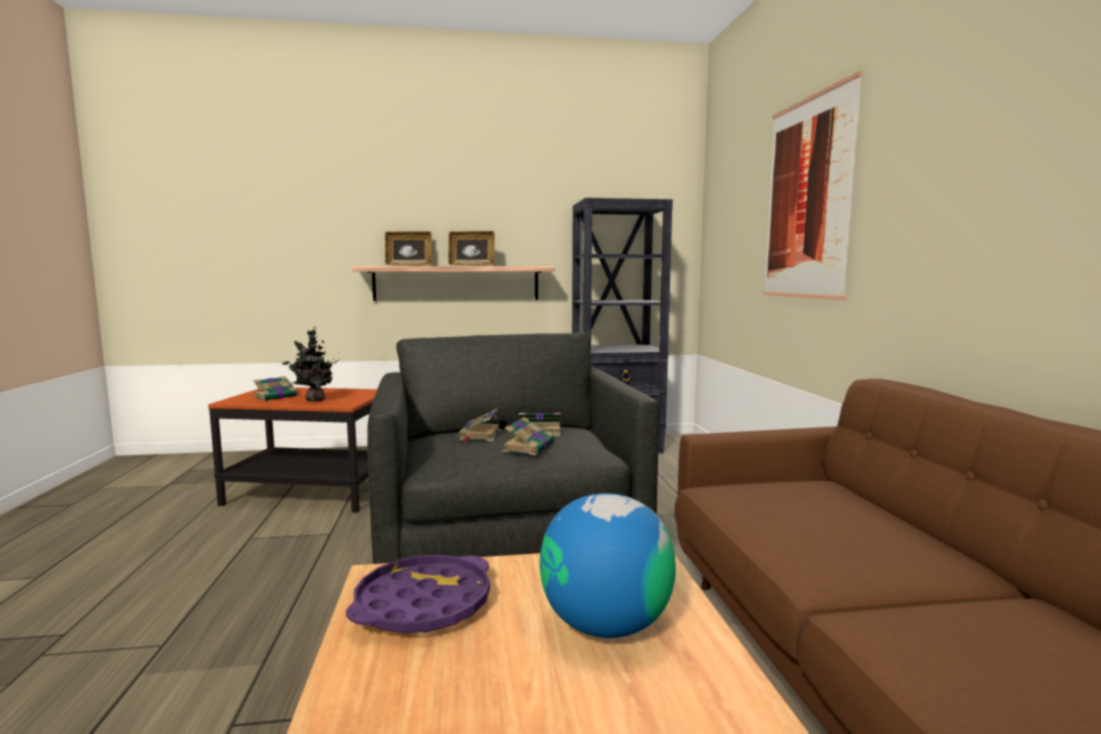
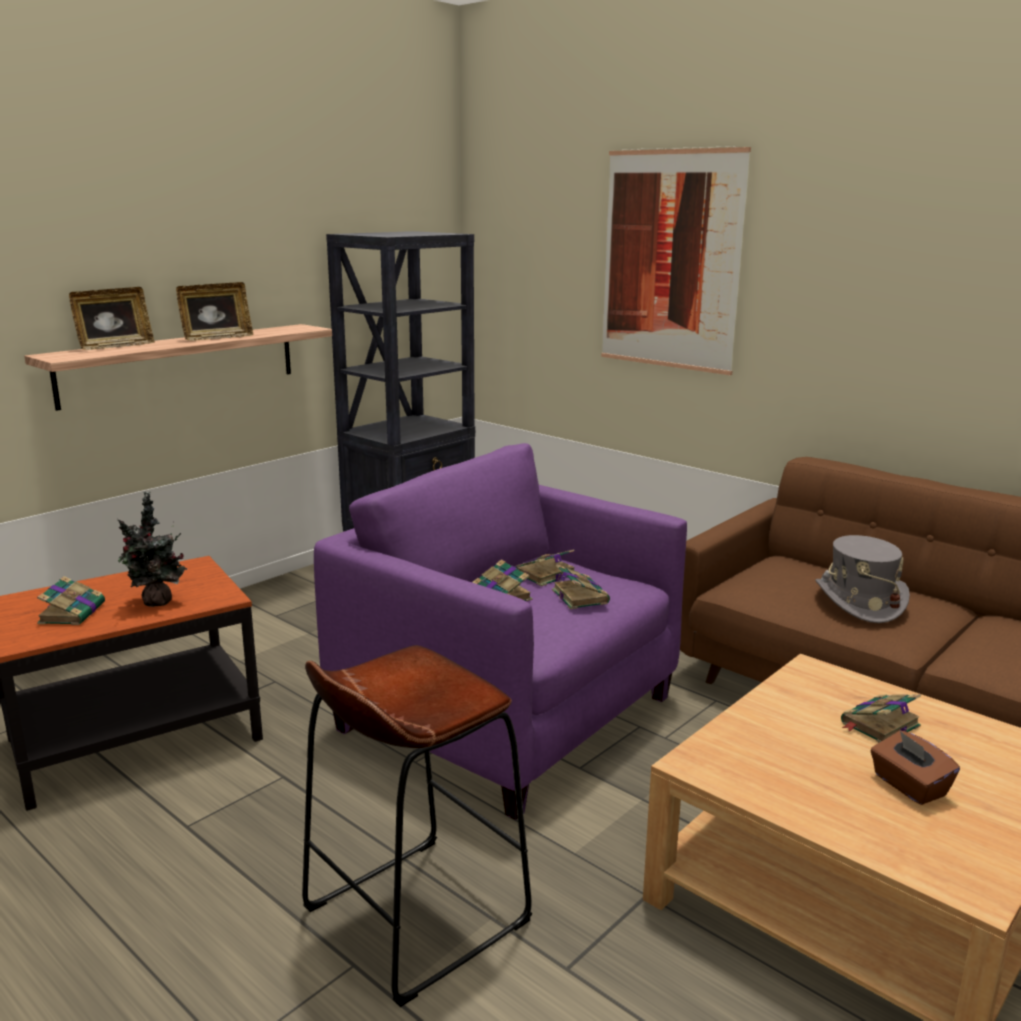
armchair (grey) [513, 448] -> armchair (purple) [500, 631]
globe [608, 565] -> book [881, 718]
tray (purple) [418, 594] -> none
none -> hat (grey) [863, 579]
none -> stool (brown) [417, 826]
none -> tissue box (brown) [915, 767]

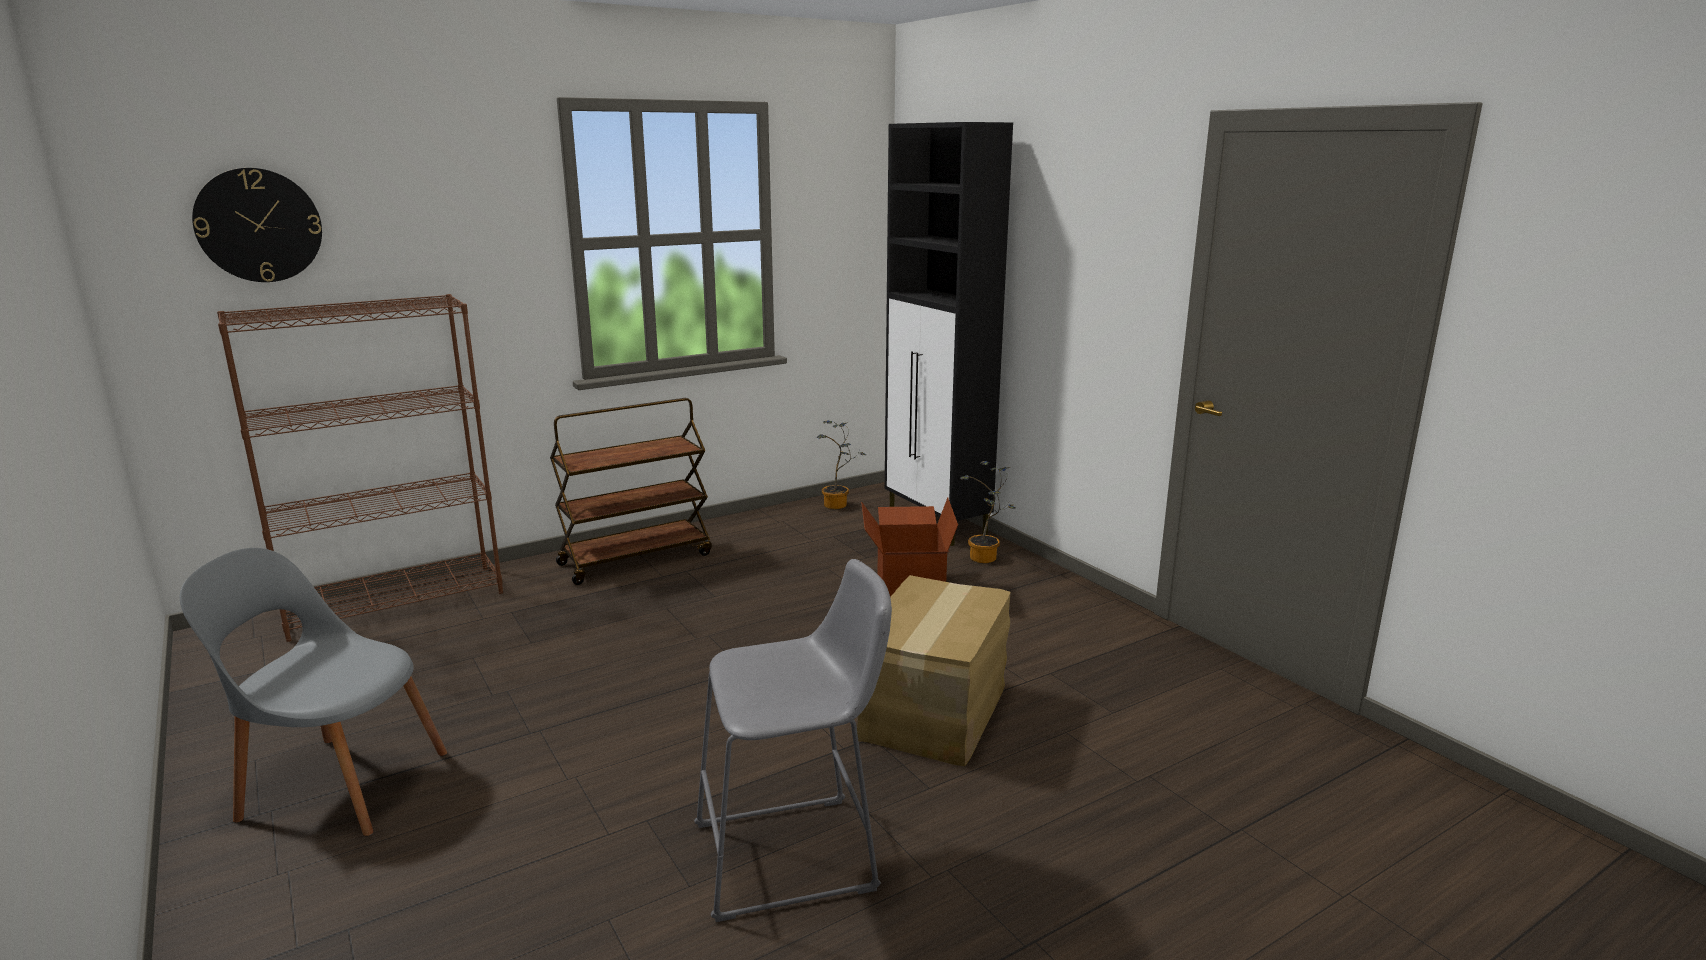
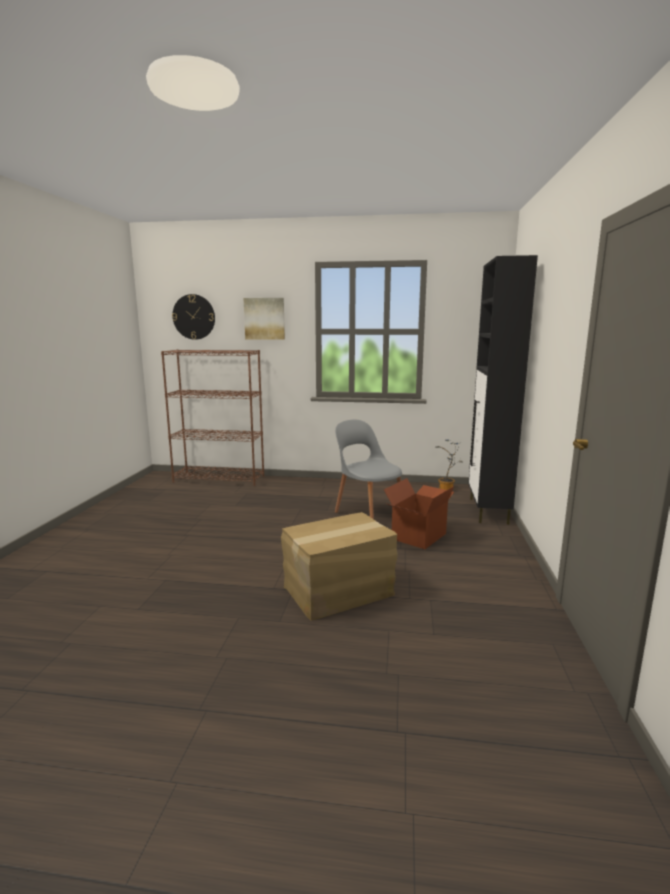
cart (brown) [631, 491] -> none
potted plant [987, 512] -> none
chair (grey) [313, 692] -> chair (grey) [368, 469], shifted
stool (grey) [793, 740] -> none
none -> picture [264, 319]

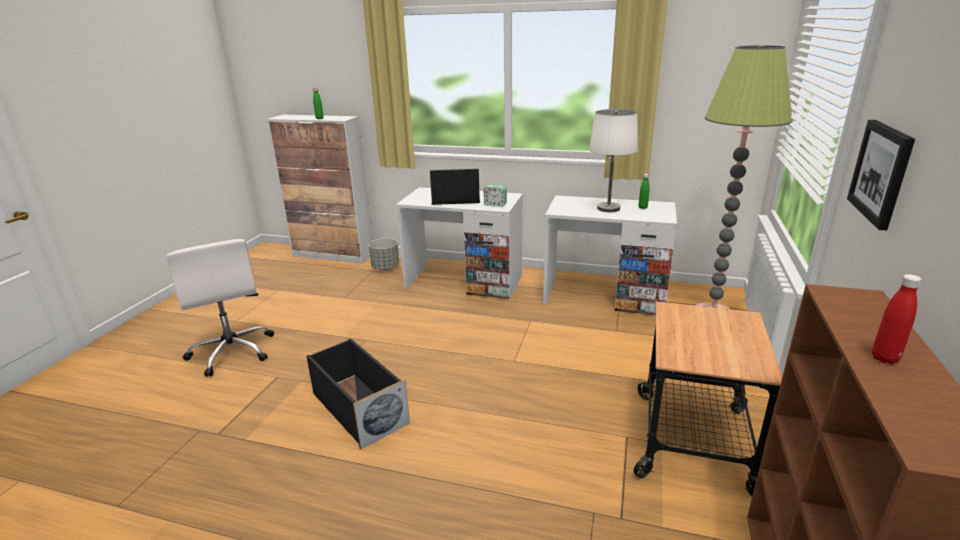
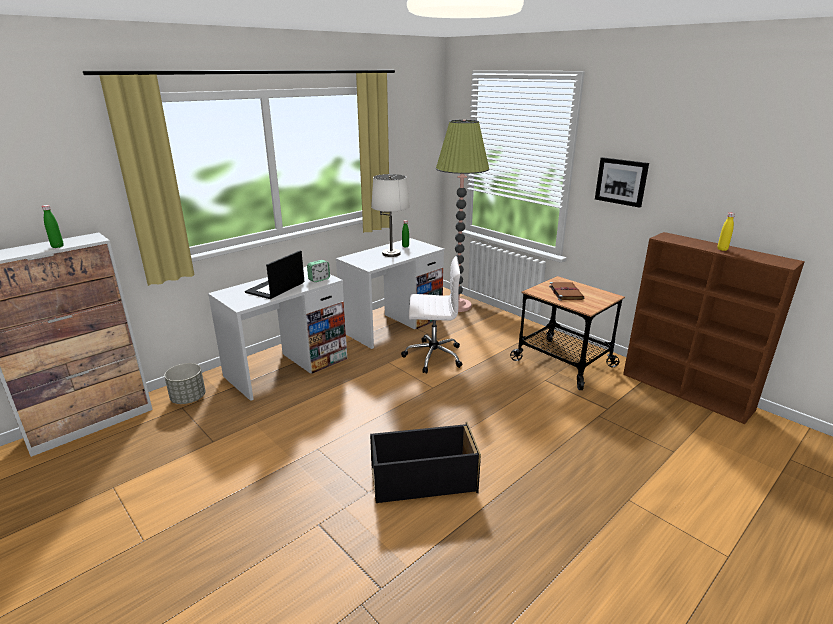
office chair (white) [220, 307] -> office chair (white) [431, 315], shifted
bottle (red) [897, 319] -> bottle (yellow) [726, 232]
none -> book (brown) [566, 291]

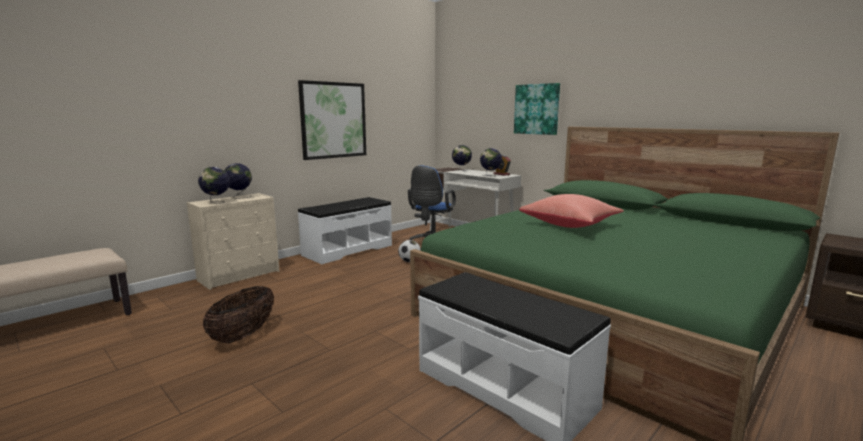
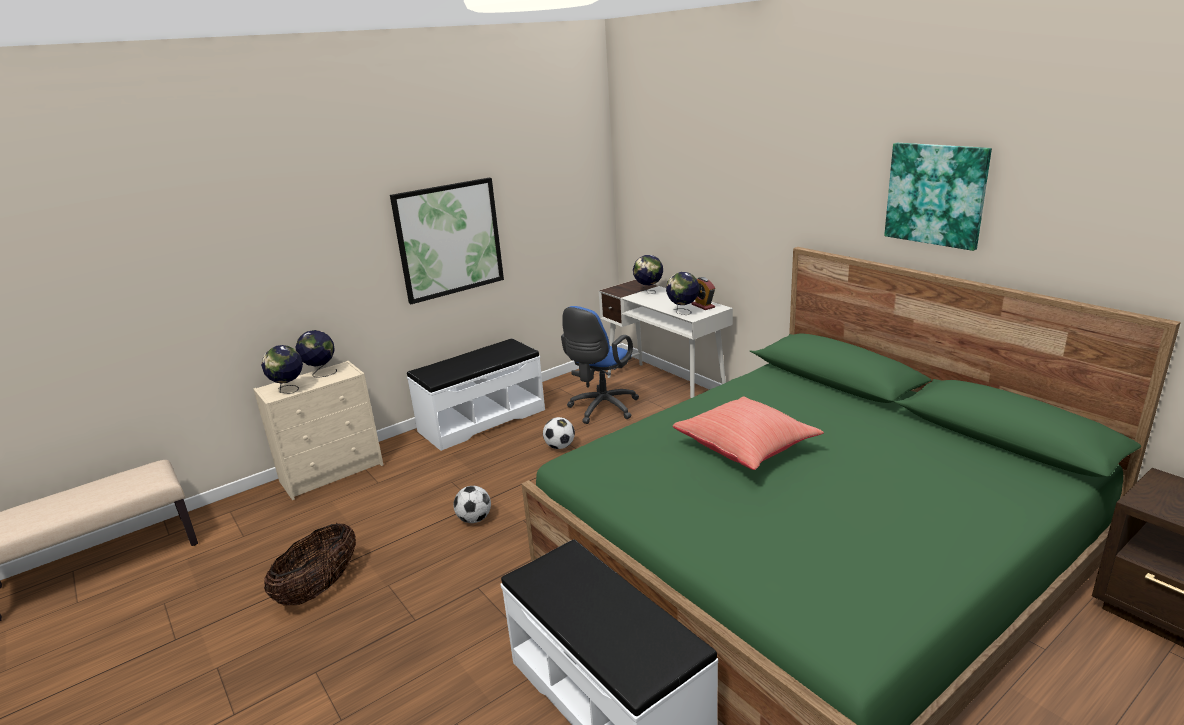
picture [537, 109] -> picture [938, 197], shifted
none -> football [472, 504]

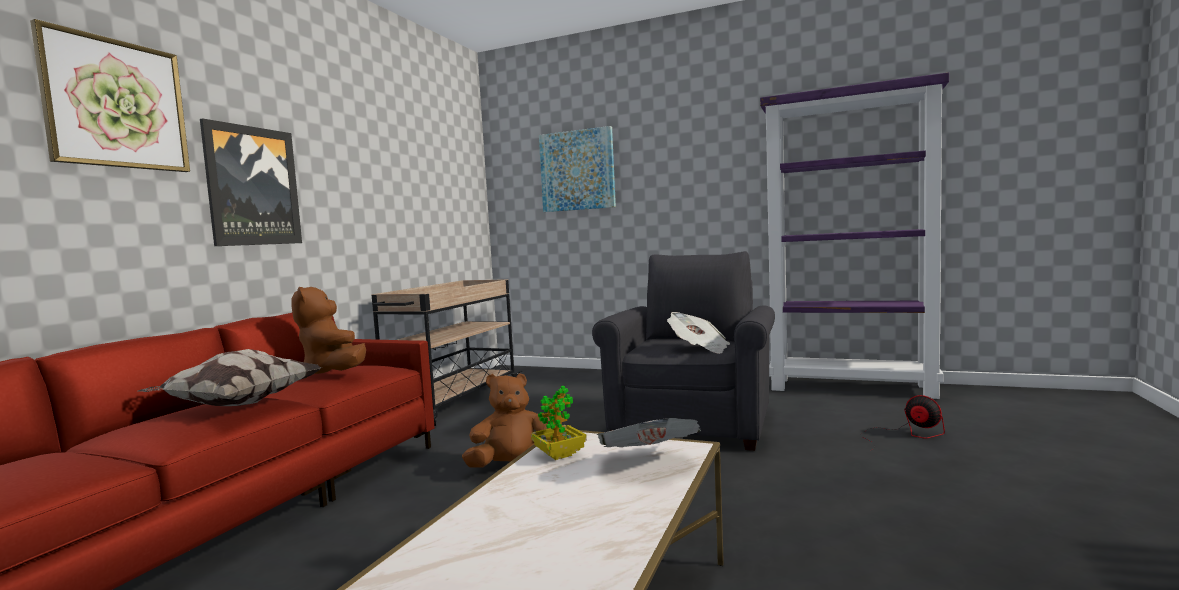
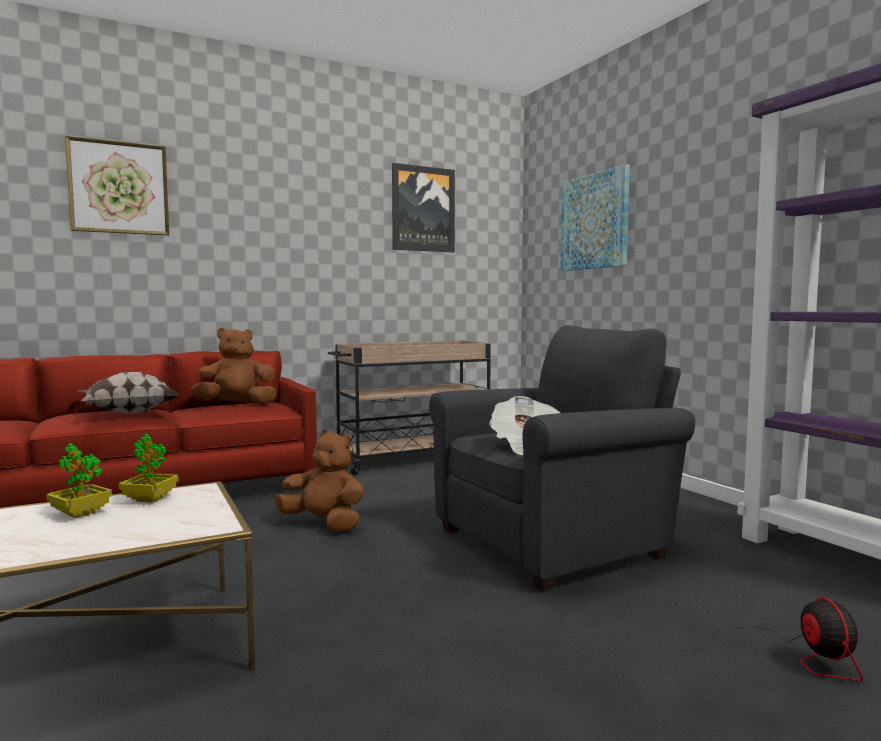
picture [251, 182] -> picture [423, 207], shifted
plush toy (brown) [329, 332] -> plush toy (brown) [234, 366], 60 degrees clockwise
newspaper [649, 432] -> none
none -> potted plant [79, 481]

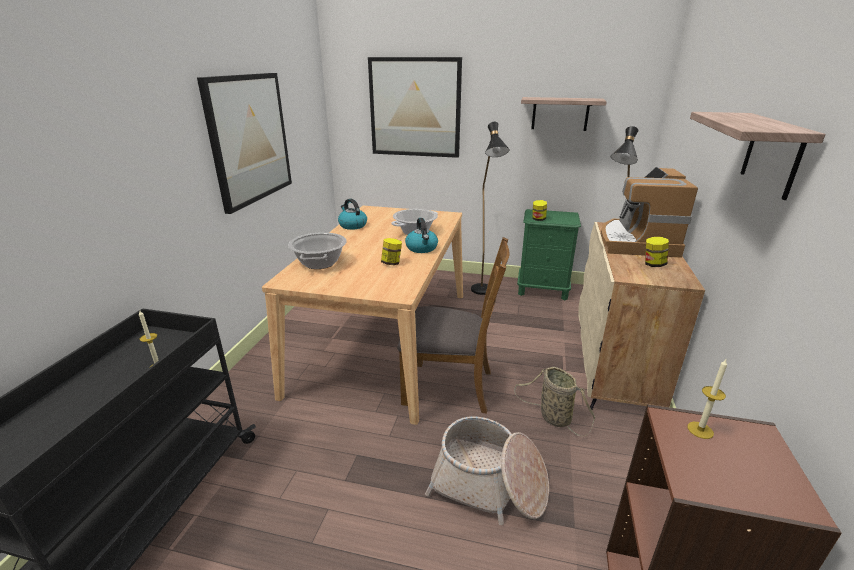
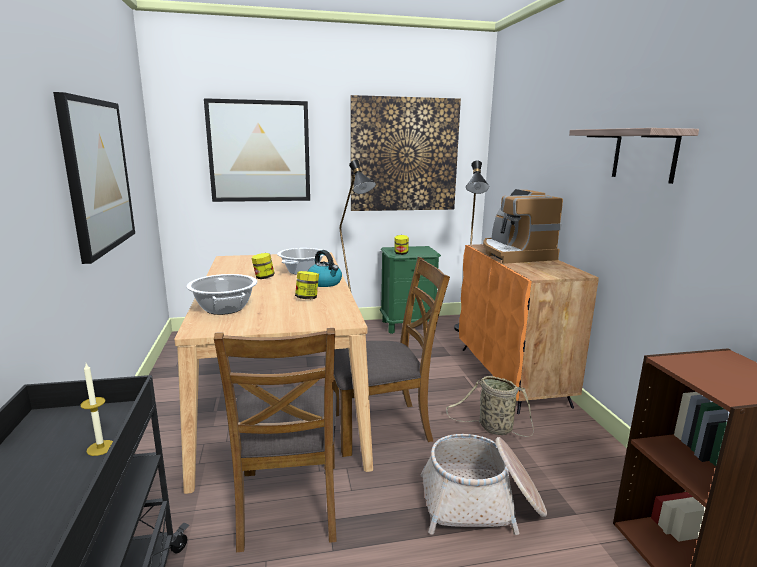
shelf [564, 114] -> picture [405, 153]
kettle [352, 214] -> none
cabinet (beige) [641, 315] -> cabinet (orange) [529, 329]
jar [657, 252] -> jar [263, 266], shifted
candle [707, 399] -> none
none -> chair (brown) [275, 440]

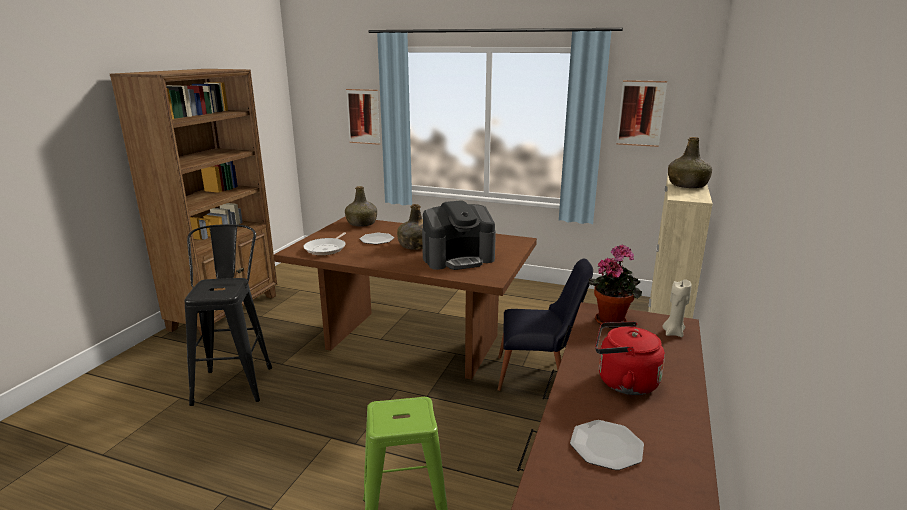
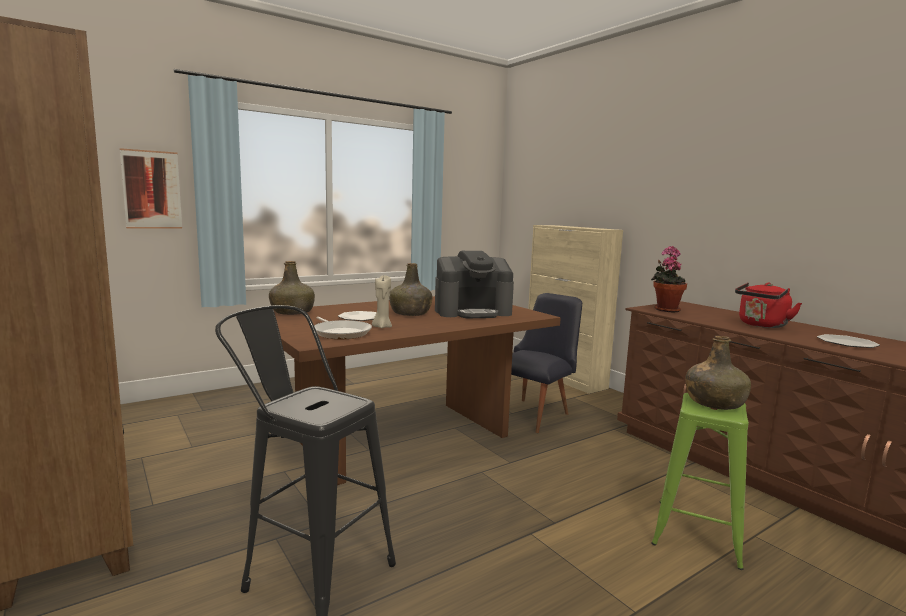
picture [641, 113] -> none
bottle (green) [690, 162] -> bottle (green) [718, 373], shifted
coffee machine [459, 235] -> coffee machine [474, 284], 60 degrees clockwise
candle (beige) [677, 308] -> candle (beige) [382, 301], shifted

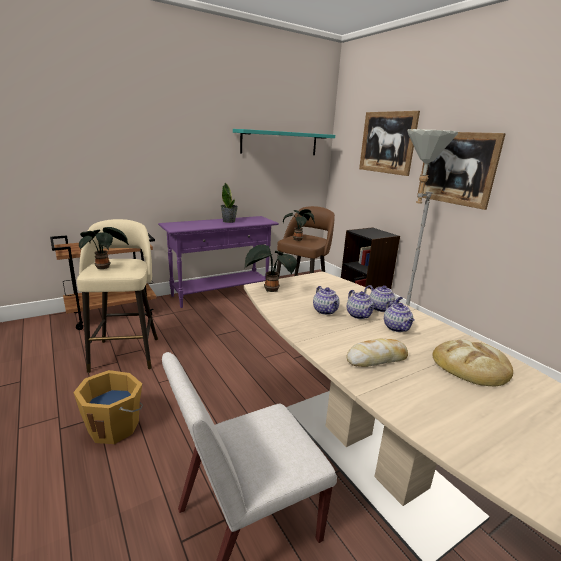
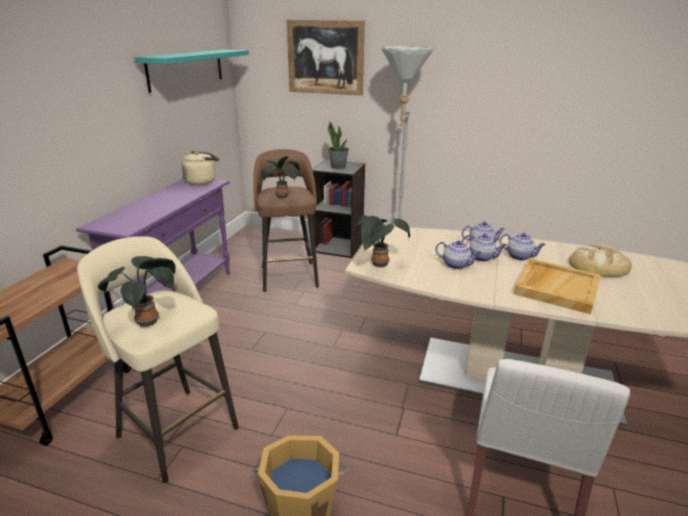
picture [461, 171] -> none
potted plant [229, 202] -> potted plant [338, 145], shifted
bread [377, 352] -> tray (beige) [557, 286]
none -> kettle (beige) [200, 168]

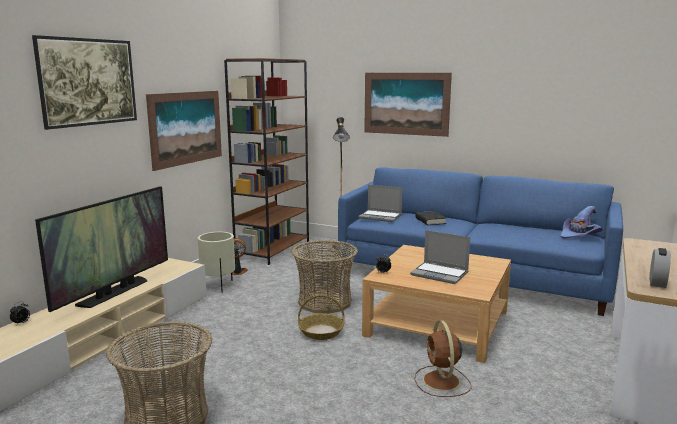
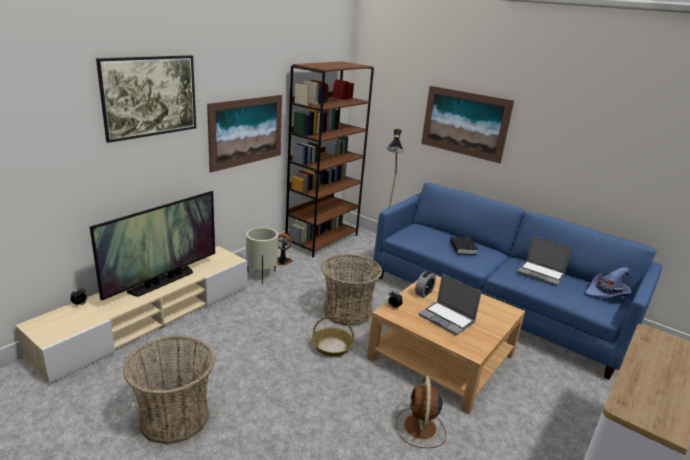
laptop [380, 203] -> laptop [544, 261], shifted
alarm clock [660, 268] -> alarm clock [425, 284], shifted

